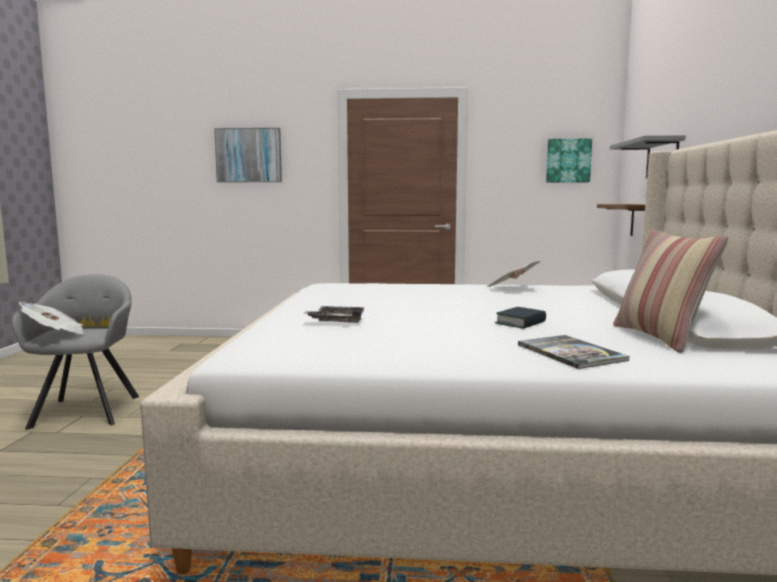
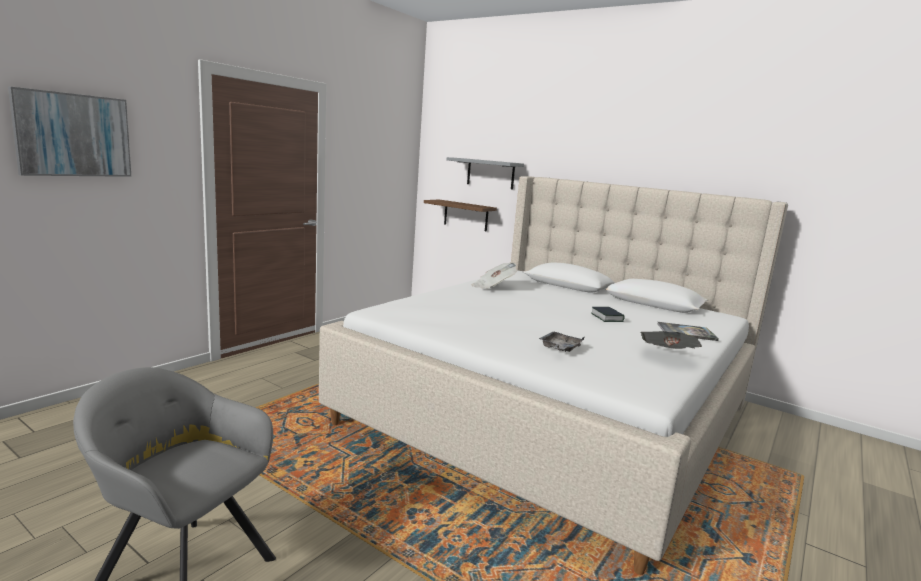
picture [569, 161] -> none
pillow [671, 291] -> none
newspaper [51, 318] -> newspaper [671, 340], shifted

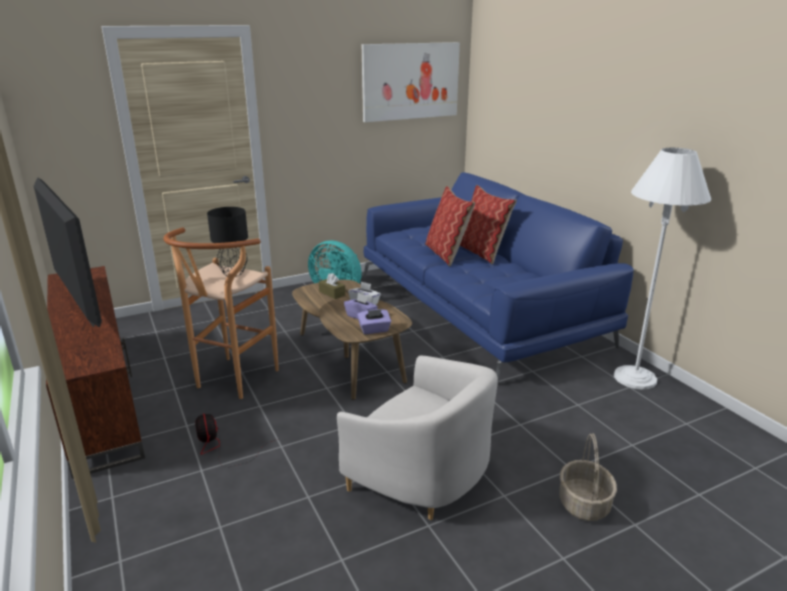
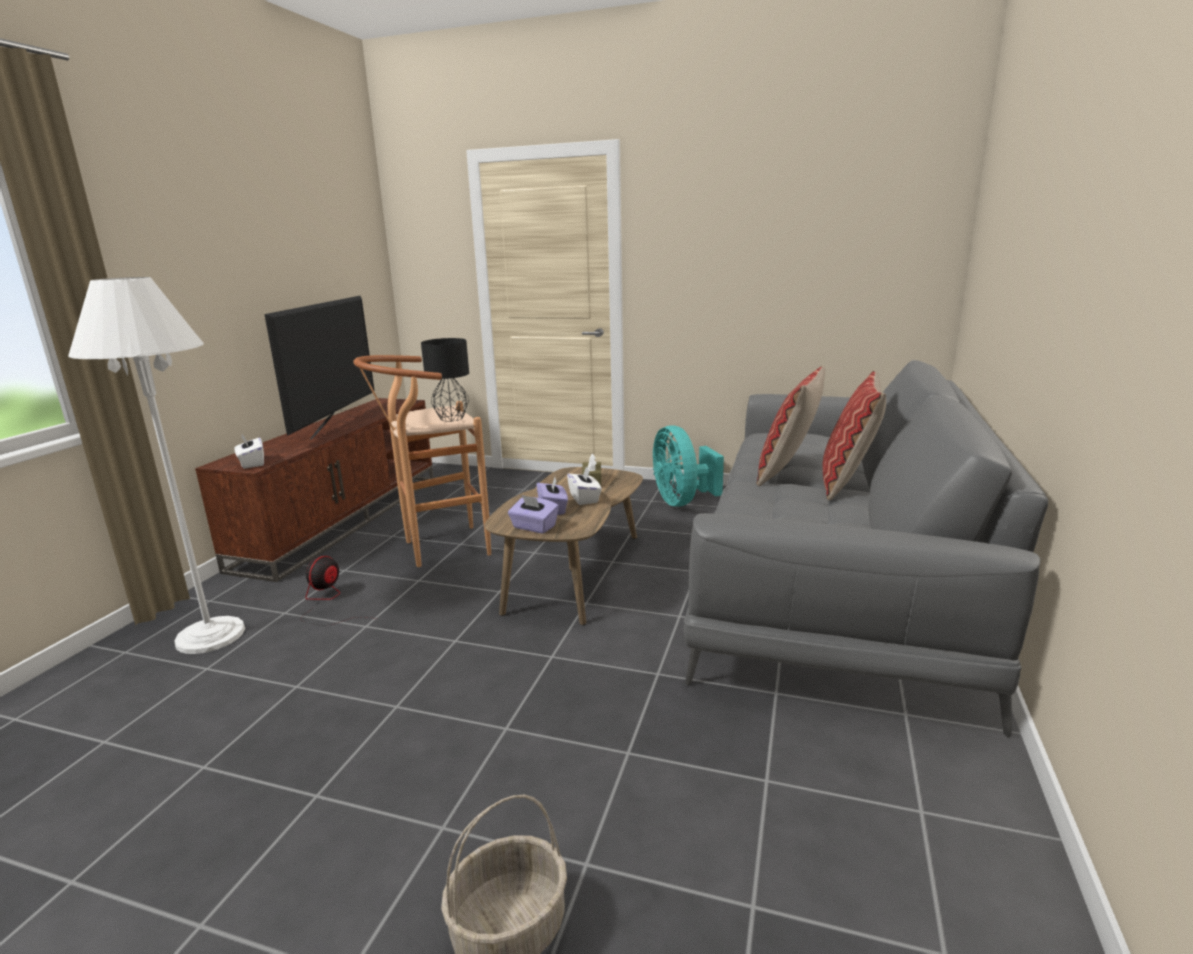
picture [411, 82] -> none
floor lamp (white) [662, 269] -> floor lamp (white) [156, 465], shifted
sofa (blue) [498, 279] -> sofa (grey) [865, 549]
armchair (white) [417, 438] -> none
none -> tissue box (white) [249, 451]

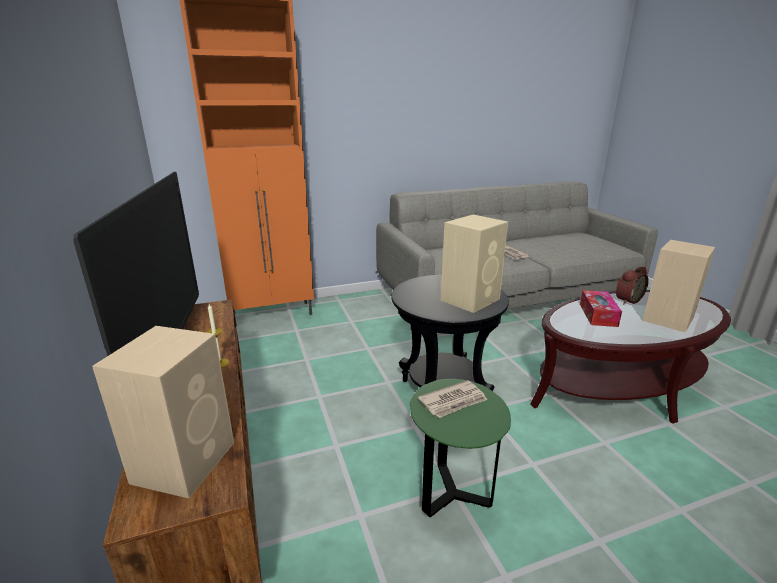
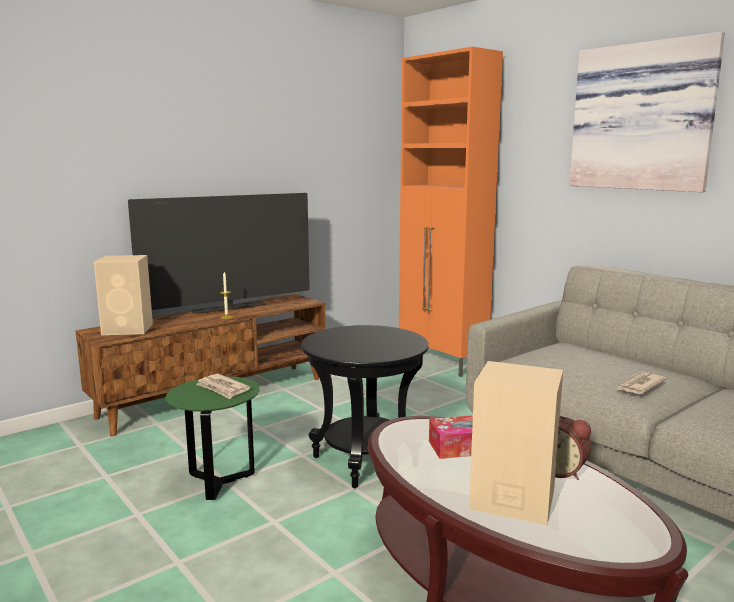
speaker (beige) [474, 263] -> none
none -> picture [647, 112]

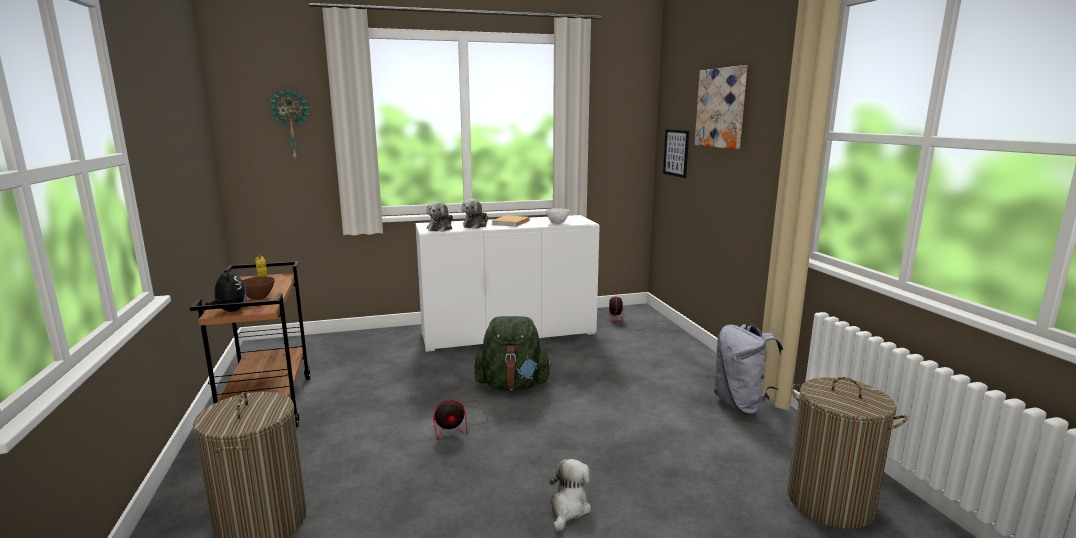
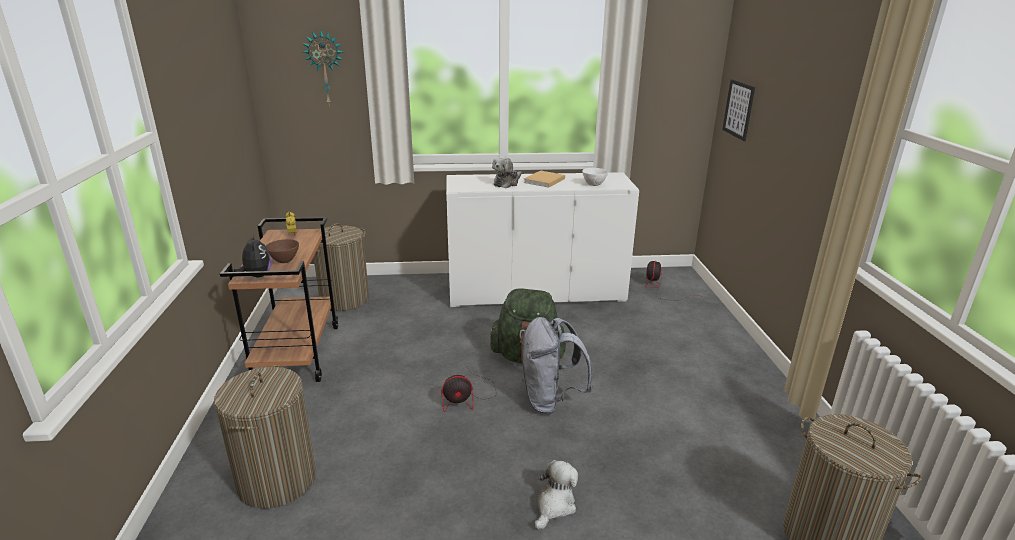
picture [721, 107] -> none
plush toy [439, 216] -> none
backpack (grey) [749, 370] -> backpack (grey) [557, 365], shifted
none -> laundry basket [341, 267]

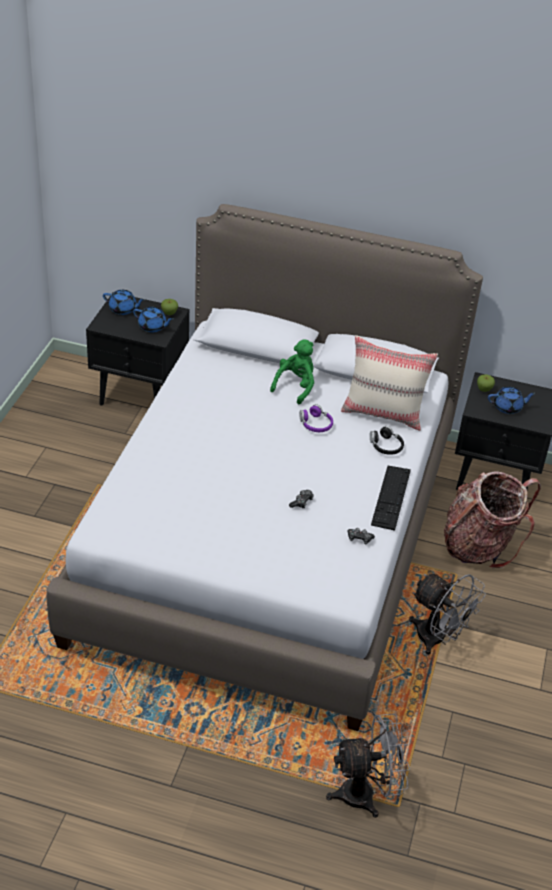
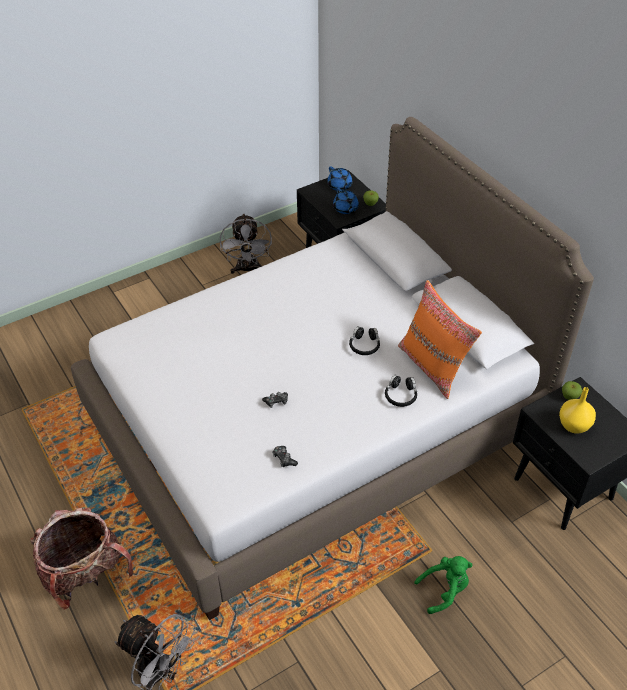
pillow (beige) [389, 383] -> pillow (orange) [440, 339]
plush toy (green) [292, 371] -> plush toy (green) [443, 585], shifted
teapot (blue) [512, 400] -> vase (yellow) [577, 410]
headphones (purple) [316, 418] -> headphones (black) [364, 340]
keyboard [391, 498] -> none
backpack [492, 520] -> backpack [82, 559], shifted
fan (grey) [447, 614] -> fan (grey) [246, 243], shifted

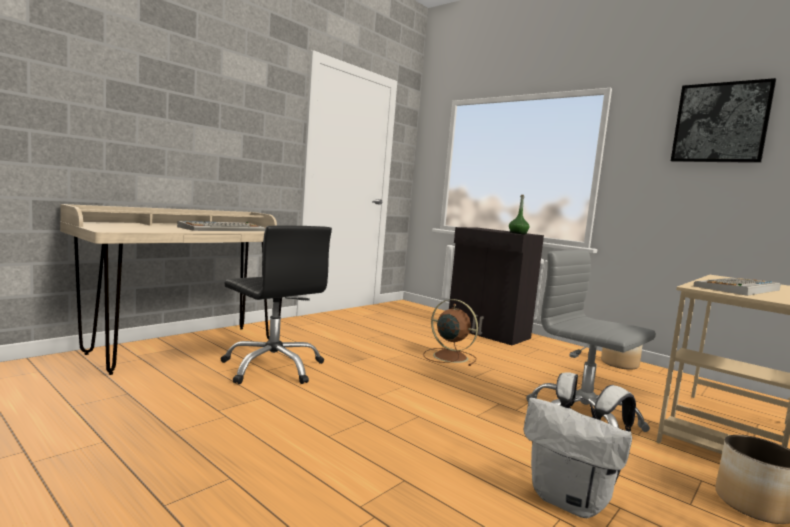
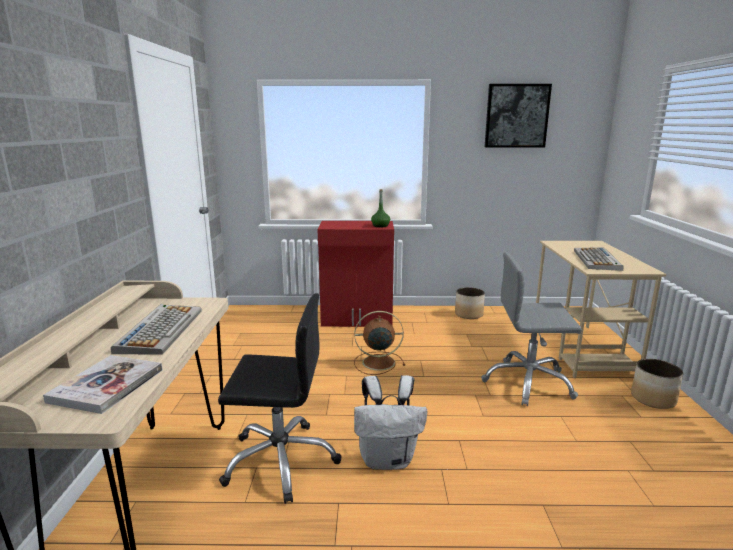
cabinet (black) [496, 286] -> cabinet (red) [356, 274]
backpack (white) [580, 445] -> backpack (white) [391, 422], shifted
none -> book [102, 384]

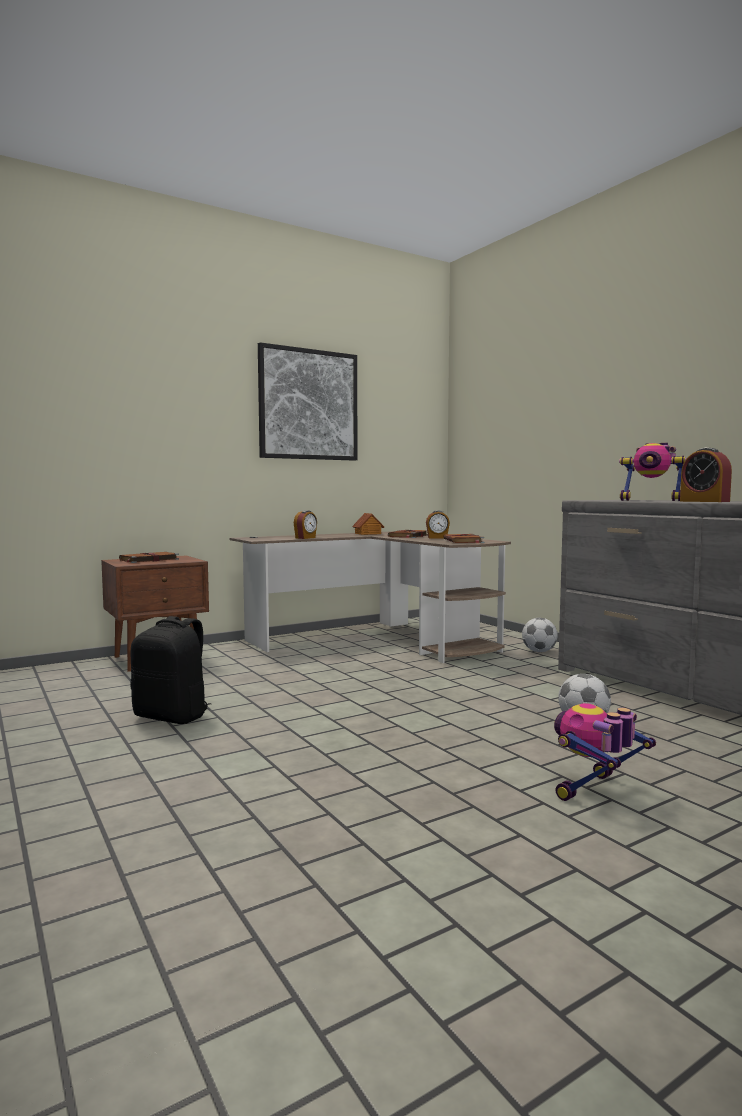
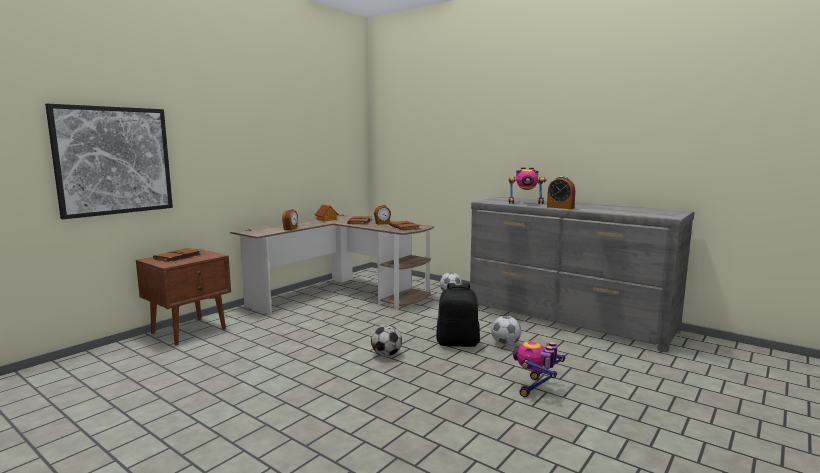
picture [307, 401] -> picture [109, 161], shifted
backpack (black) [170, 670] -> backpack (black) [458, 315], shifted
none -> football [386, 341]

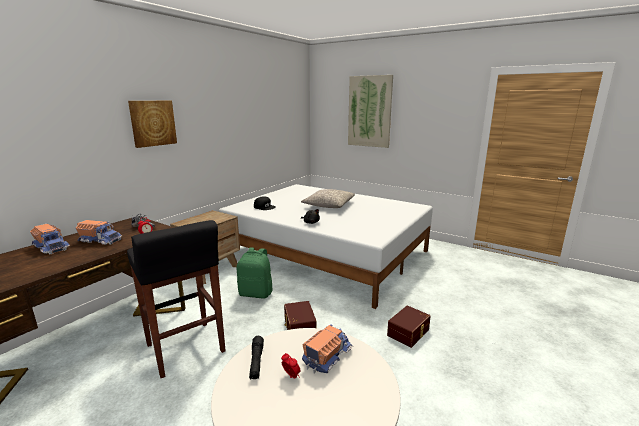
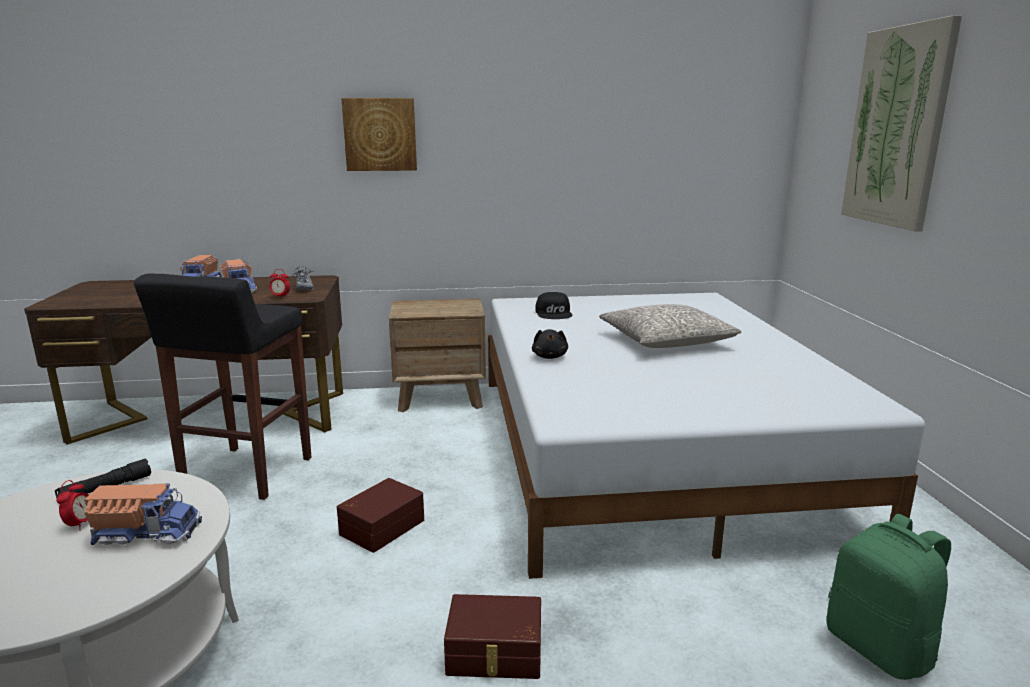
backpack (green) [255, 273] -> backpack (green) [889, 597], shifted

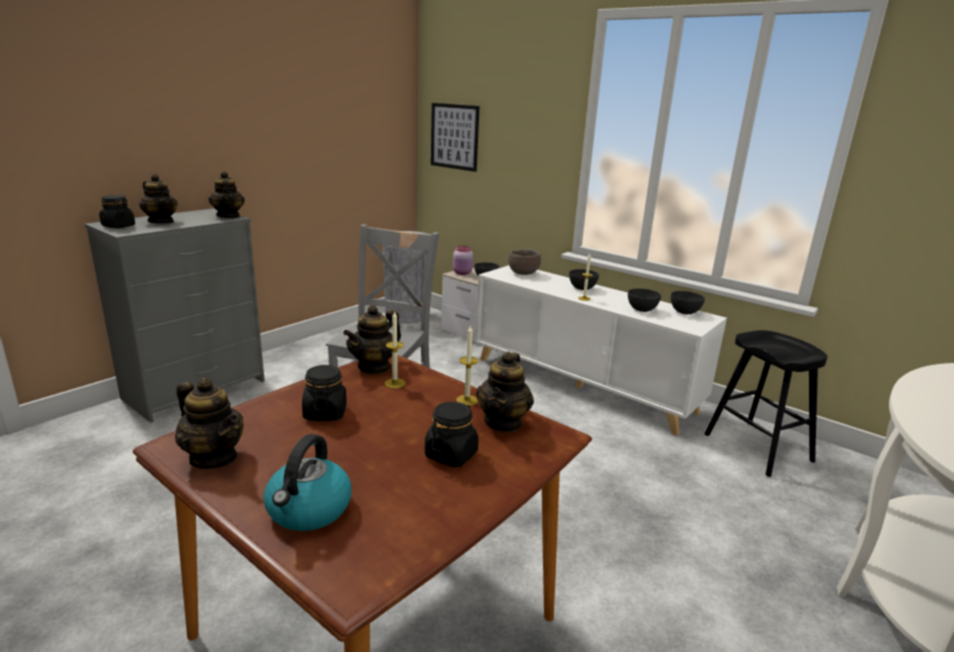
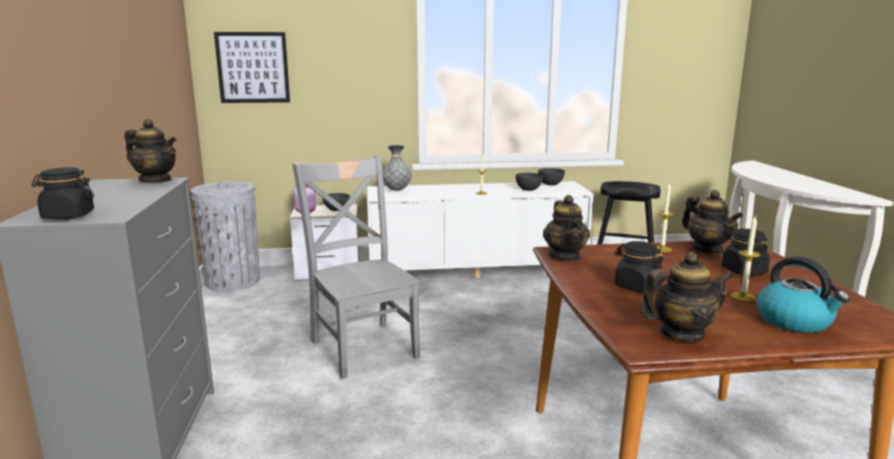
teapot [158, 199] -> none
bowl (brown) [524, 262] -> vase (grey) [397, 168]
bowl (grey) [584, 279] -> none
candle [395, 349] -> candle [745, 258], shifted

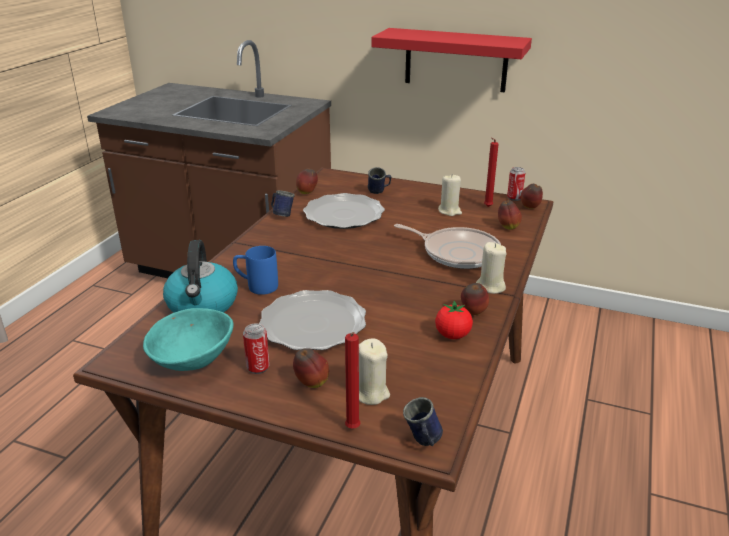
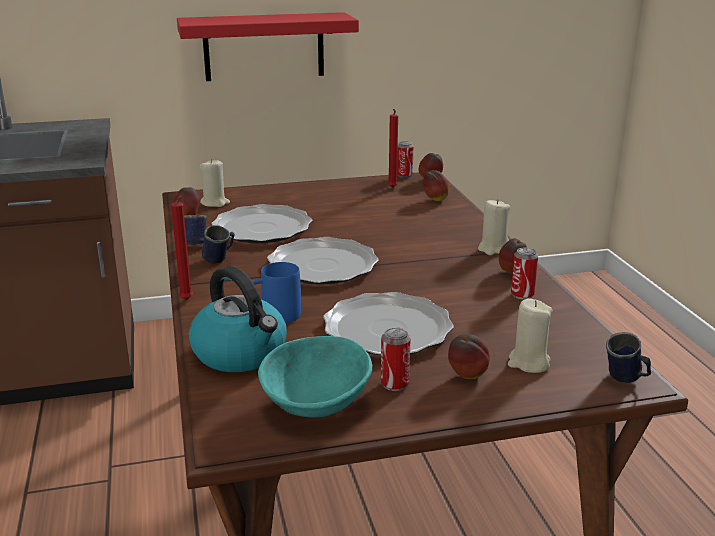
mug (blue) [379, 180] -> mug (blue) [218, 244], shifted
candle (beige) [450, 195] -> candle (beige) [215, 183], shifted
frying pan [447, 246] -> none
tomato [454, 320] -> can [524, 273]
candle (red) [353, 380] -> candle (red) [182, 248], shifted
none -> plate [323, 261]

